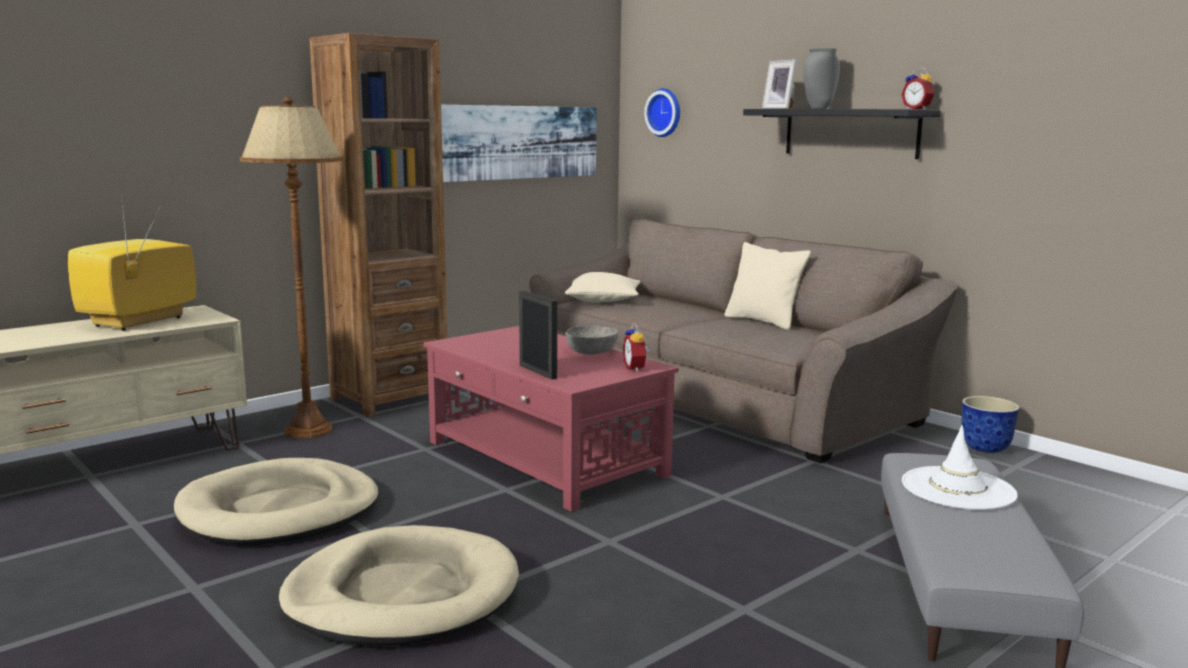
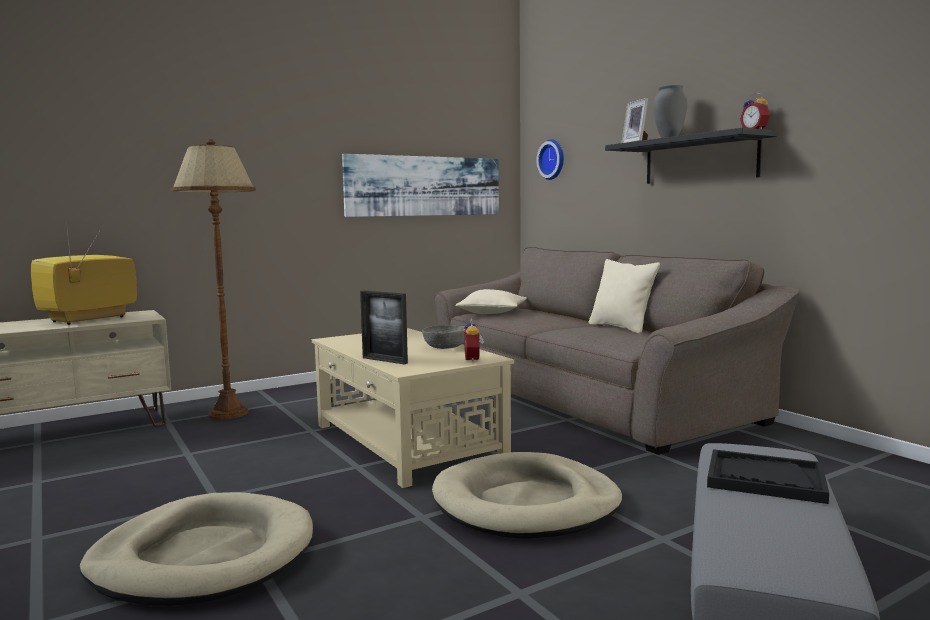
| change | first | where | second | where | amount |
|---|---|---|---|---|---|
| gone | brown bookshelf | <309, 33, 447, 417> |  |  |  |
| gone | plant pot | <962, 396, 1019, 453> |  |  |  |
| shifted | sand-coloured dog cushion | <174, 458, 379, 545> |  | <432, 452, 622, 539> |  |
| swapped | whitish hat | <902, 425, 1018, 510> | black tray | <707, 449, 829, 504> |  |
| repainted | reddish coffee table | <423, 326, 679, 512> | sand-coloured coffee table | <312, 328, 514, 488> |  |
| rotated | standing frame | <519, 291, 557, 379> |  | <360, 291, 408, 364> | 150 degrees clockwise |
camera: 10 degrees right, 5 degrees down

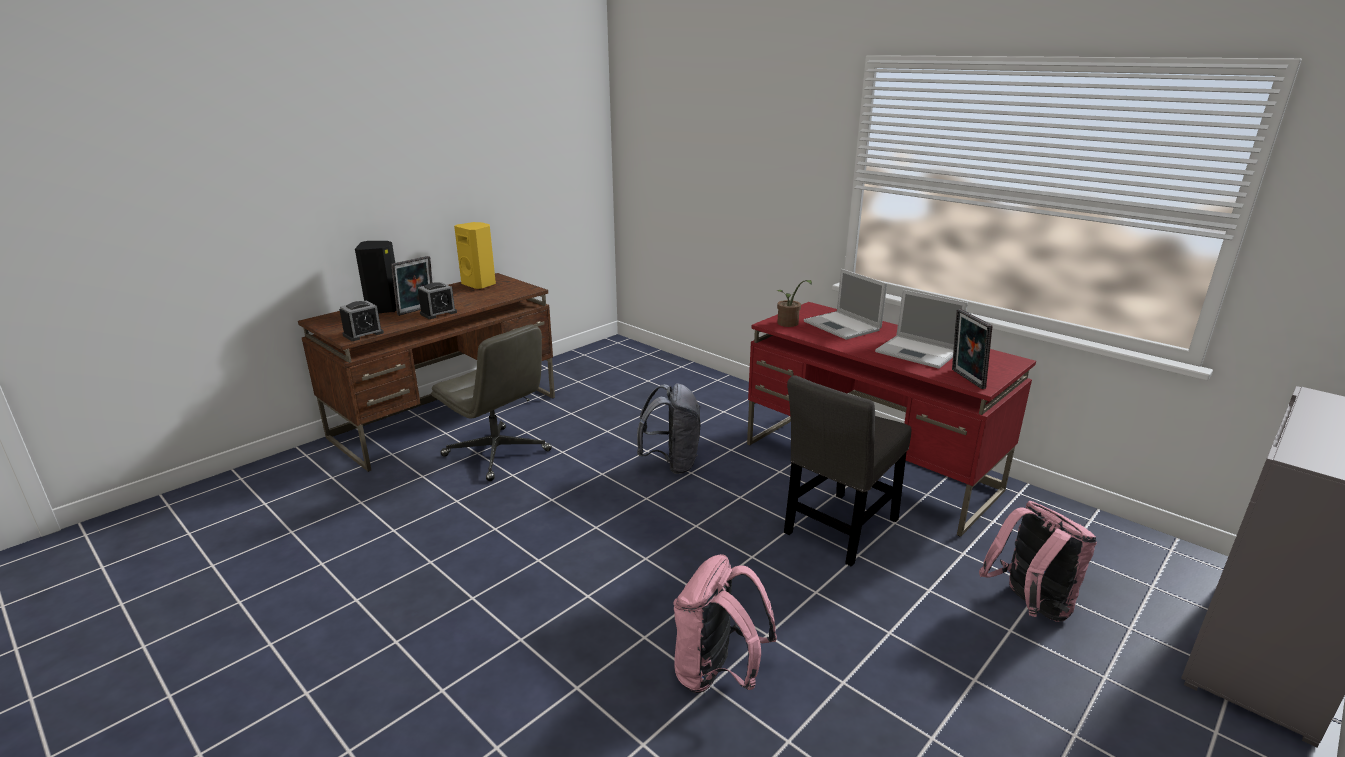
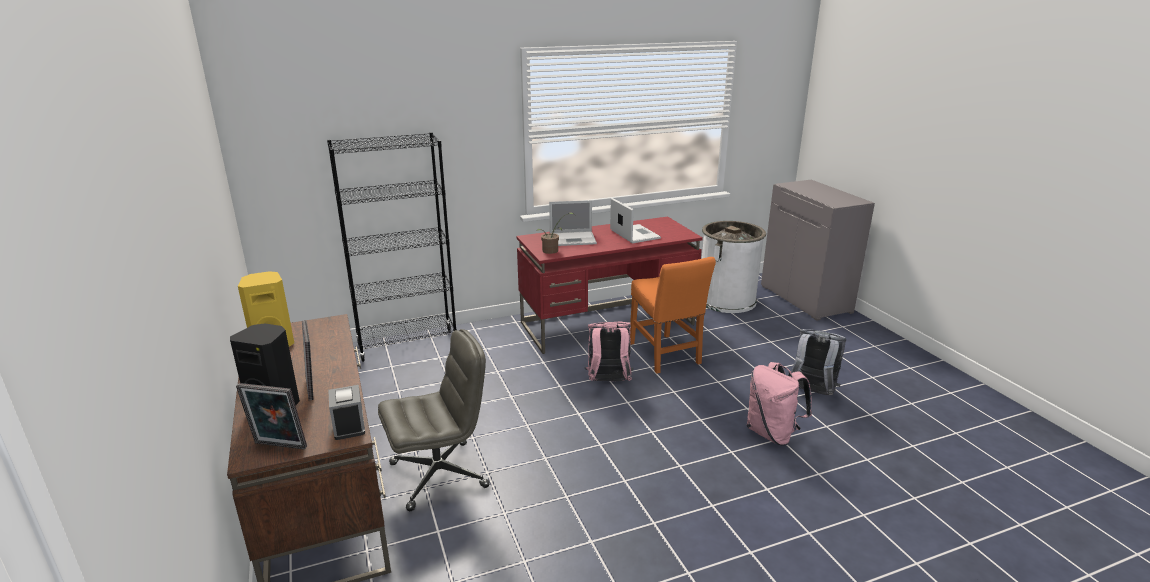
| change | first | where | second | where | amount |
|---|---|---|---|---|---|
| gone | table clock | <418, 282, 457, 319> |  |  |  |
| new |  |  | black bookshelf | <327, 132, 457, 362> |  |
| new |  |  | whitish trash can | <702, 221, 766, 313> |  |
| shifted | grey backpack | <637, 383, 700, 474> |  | <791, 329, 846, 395> |  |
| shifted | standing frame | <952, 309, 992, 389> |  | <236, 383, 307, 450> |  |
| shifted | pink-coloured backpack | <979, 501, 1097, 622> |  | <584, 321, 633, 381> |  |
| repainted | grey chair | <784, 376, 912, 566> | orange chair | <630, 257, 716, 374> |  |
| rotated | laptop | <875, 290, 968, 369> |  | <610, 198, 661, 243> | 90 degrees counterclockwise |
camera: 65 degrees left, 0 degrees up

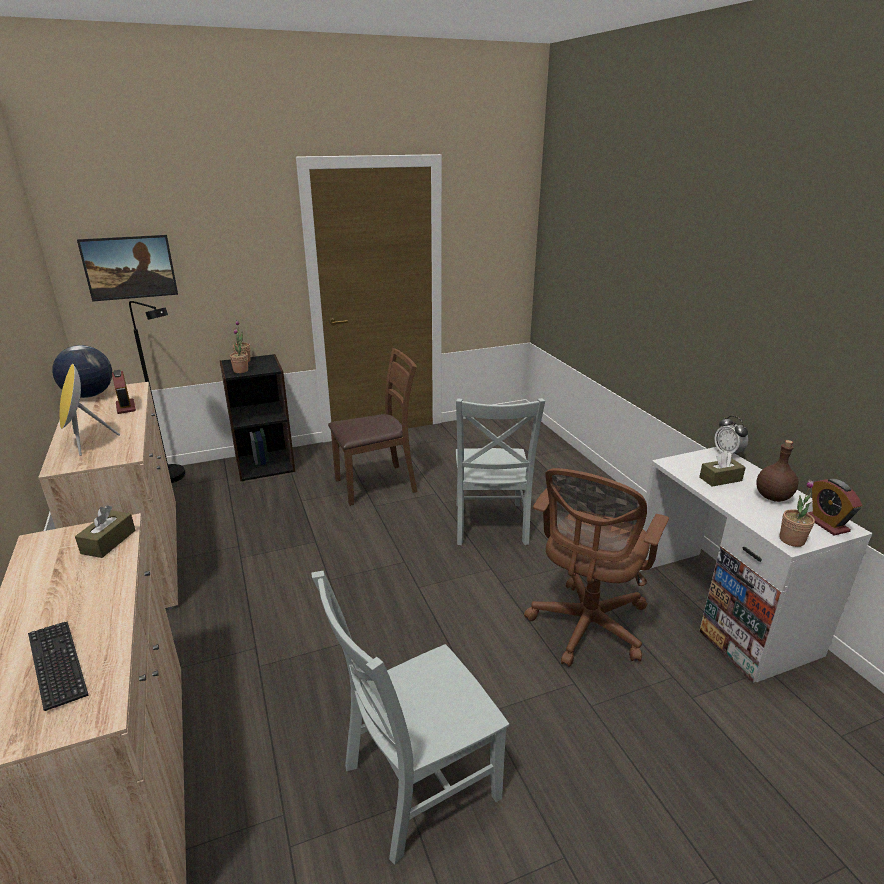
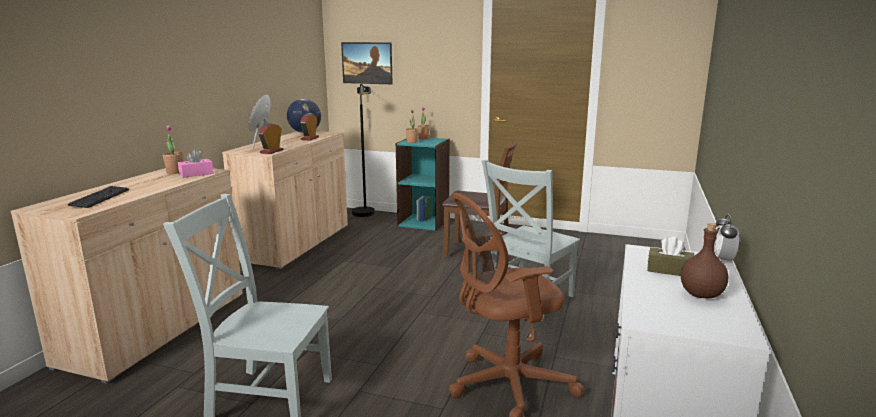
| change | first | where | second | where | amount |
|---|---|---|---|---|---|
| shifted | houseplant | <779, 480, 815, 547> |  | <163, 125, 183, 174> |  |
| shifted | table clock | <808, 479, 862, 536> |  | <258, 123, 284, 154> |  |
| repainted | brown box of tissues | <75, 505, 136, 558> | pink-coloured box of tissues | <178, 150, 214, 178> |  |
| repainted | black bookshelf | <219, 354, 295, 481> | turquoise-coloured bookshelf | <396, 138, 450, 231> |  |
camera: 40 degrees right, 10 degrees down

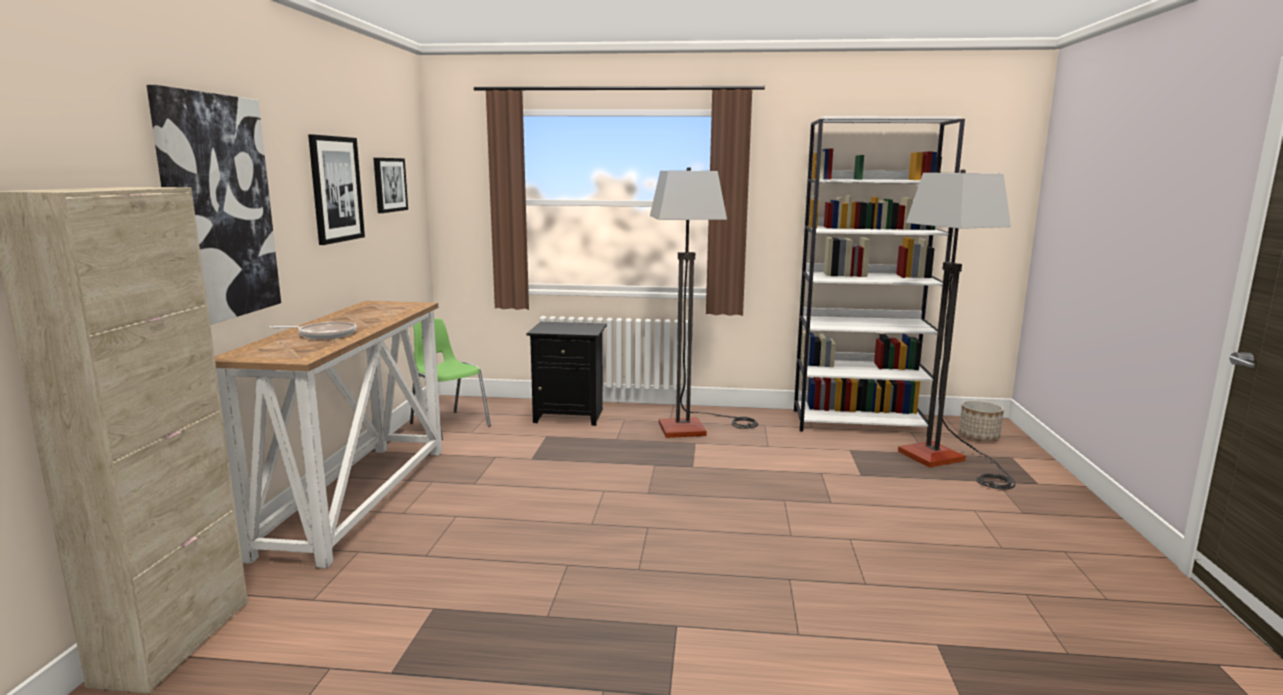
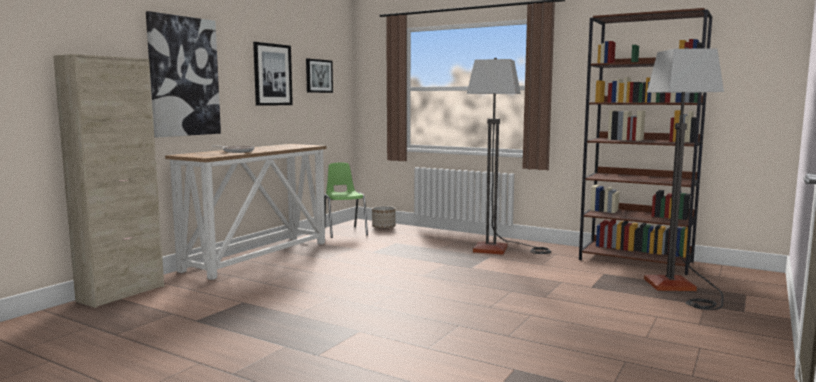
| change | first | where | second | where | amount |
|---|---|---|---|---|---|
| gone | black bedside table | <527, 322, 607, 426> |  |  |  |
| shifted | plant pot | <959, 400, 1004, 441> |  | <372, 206, 396, 229> |  |
| repainted | whitish bookshelf | <794, 116, 965, 432> | brown bookshelf | <579, 8, 712, 275> |  |
camera: 25 degrees right, 5 degrees down

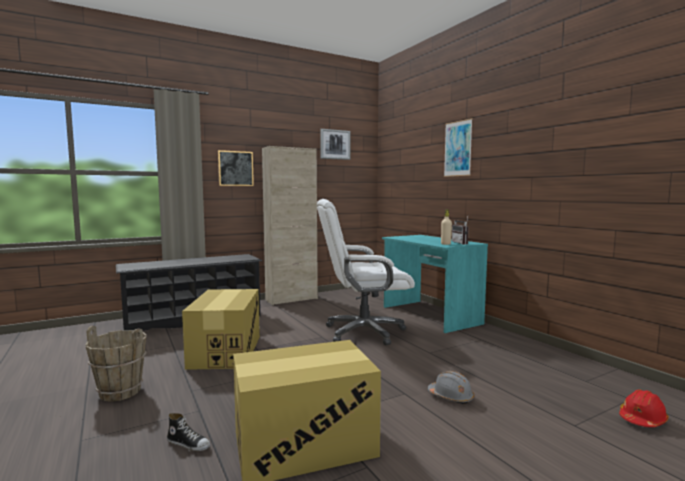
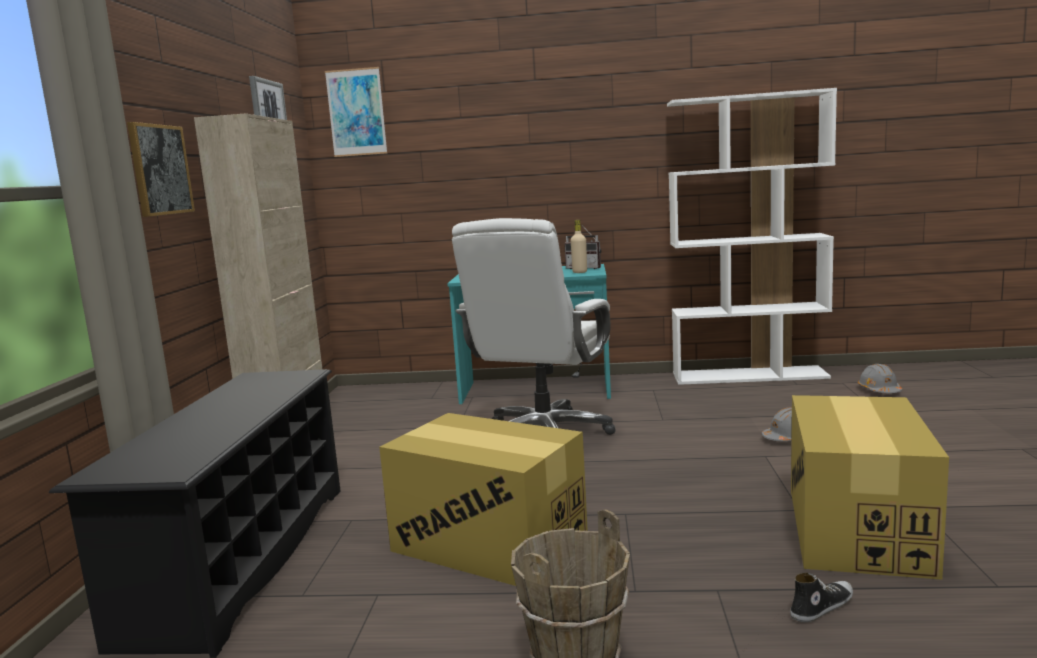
| change | first | where | second | where | amount |
|---|---|---|---|---|---|
| new |  |  | whitish bookshelf | <667, 88, 837, 385> |  |
| shifted | wall picture | <444, 118, 473, 177> |  | <325, 67, 387, 157> |  |
| repainted | reddish work helmet | <619, 389, 669, 427> | grey work helmet | <858, 364, 902, 393> |  |
camera: 55 degrees left, 5 degrees up

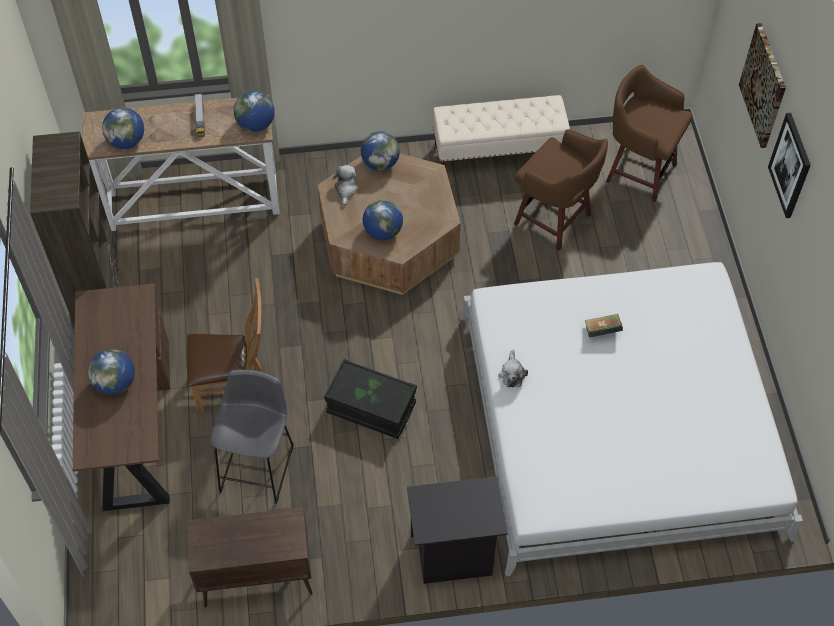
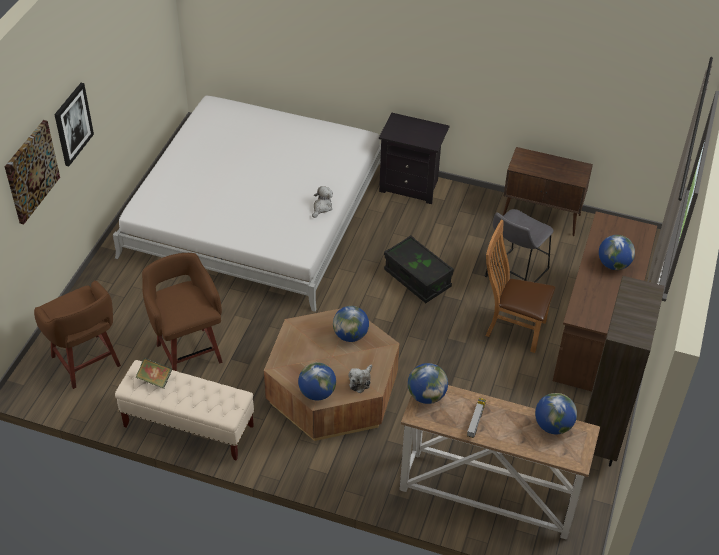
| change | first | where | second | where | amount |
|---|---|---|---|---|---|
| shifted | book | <585, 314, 623, 338> |  | <135, 358, 172, 389> |  |
camera: 155 degrees left, 10 degrees down

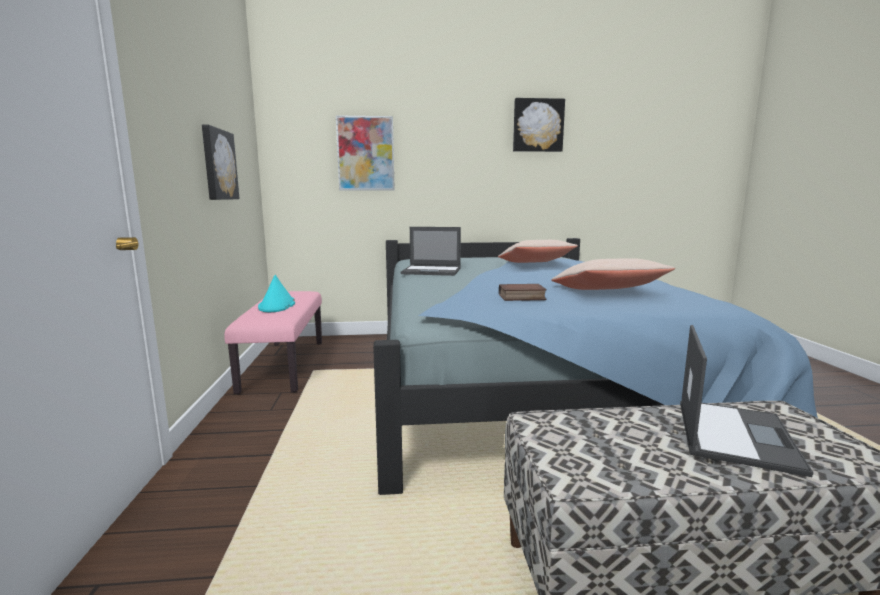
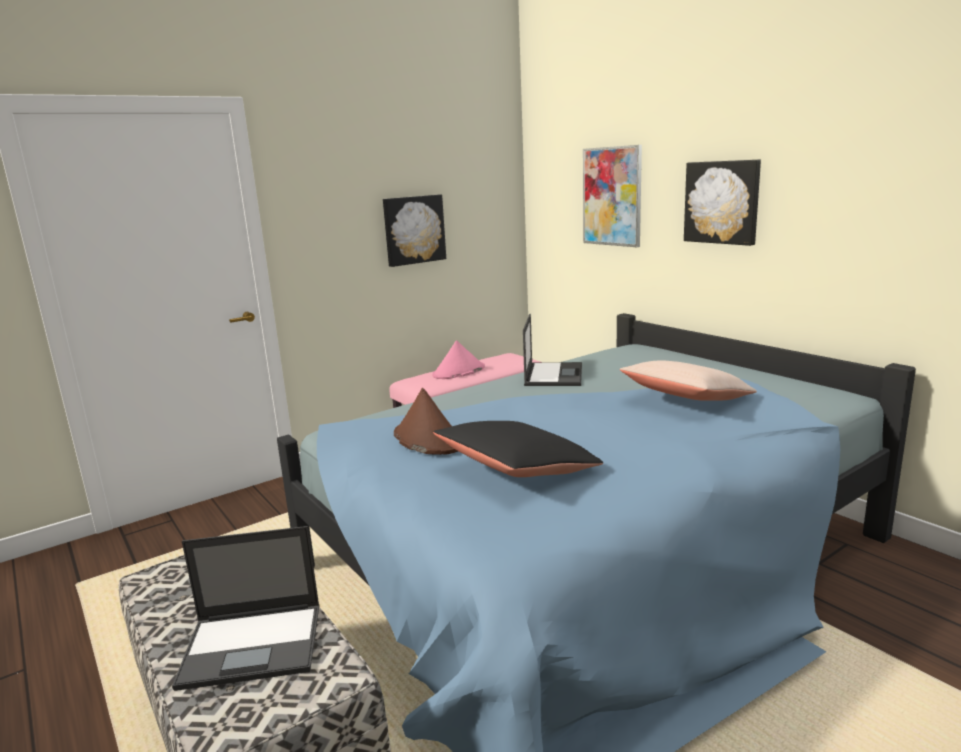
| change | first | where | second | where | amount |
|---|---|---|---|---|---|
| shifted | wall picture | <513, 98, 565, 152> |  | <684, 159, 761, 246> |  |
| swapped | book | <499, 284, 547, 301> | brown hat | <394, 388, 458, 455> |  |
| repainted | turquoise-coloured hat | <258, 275, 295, 312> | pink-coloured hat | <432, 341, 485, 379> |  |
| repainted | sand-coloured throw pillow | <551, 258, 675, 290> | black throw pillow | <433, 421, 603, 477> |  |
| rotated | laptop | <401, 227, 461, 276> |  | <523, 314, 582, 386> | 150 degrees counterclockwise |
camera: 60 degrees right, 5 degrees up

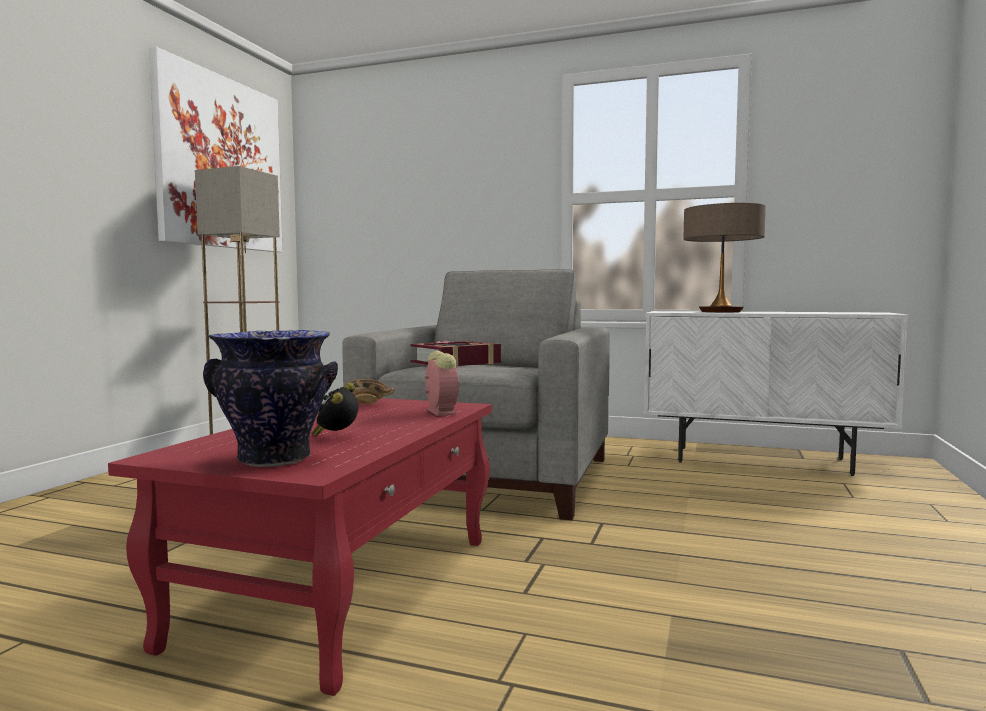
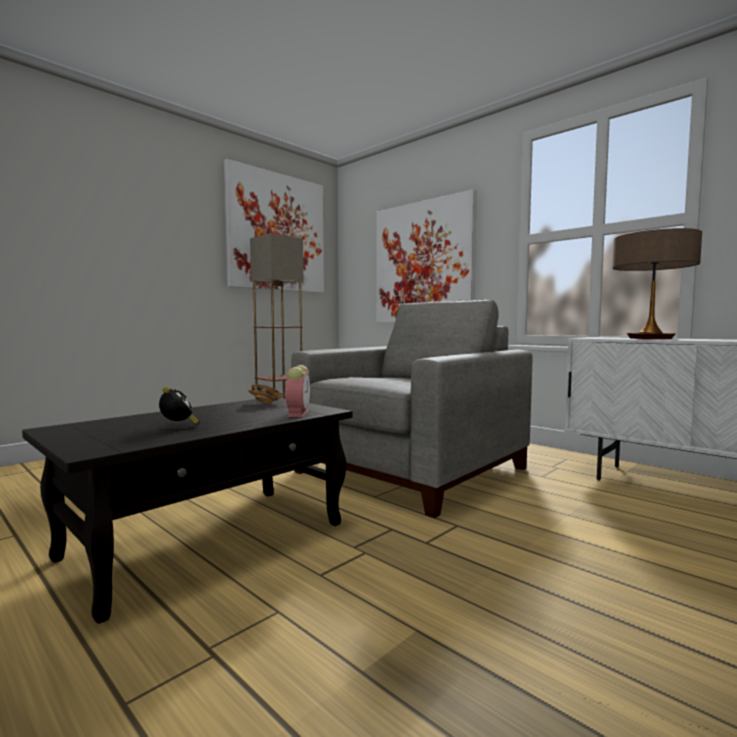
| change | first | where | second | where | amount |
|---|---|---|---|---|---|
| gone | decorative vase | <203, 330, 338, 467> |  |  |  |
| gone | book | <411, 340, 501, 367> |  |  |  |
| new |  |  | wall picture | <376, 189, 477, 323> |  |
| repainted | reddish coffee table | <108, 398, 492, 696> | black coffee table | <22, 398, 352, 624> |  |
| rotated | table clock | <312, 383, 358, 436> |  | <159, 386, 200, 425> | 120 degrees clockwise |
camera: 25 degrees right, 0 degrees up

